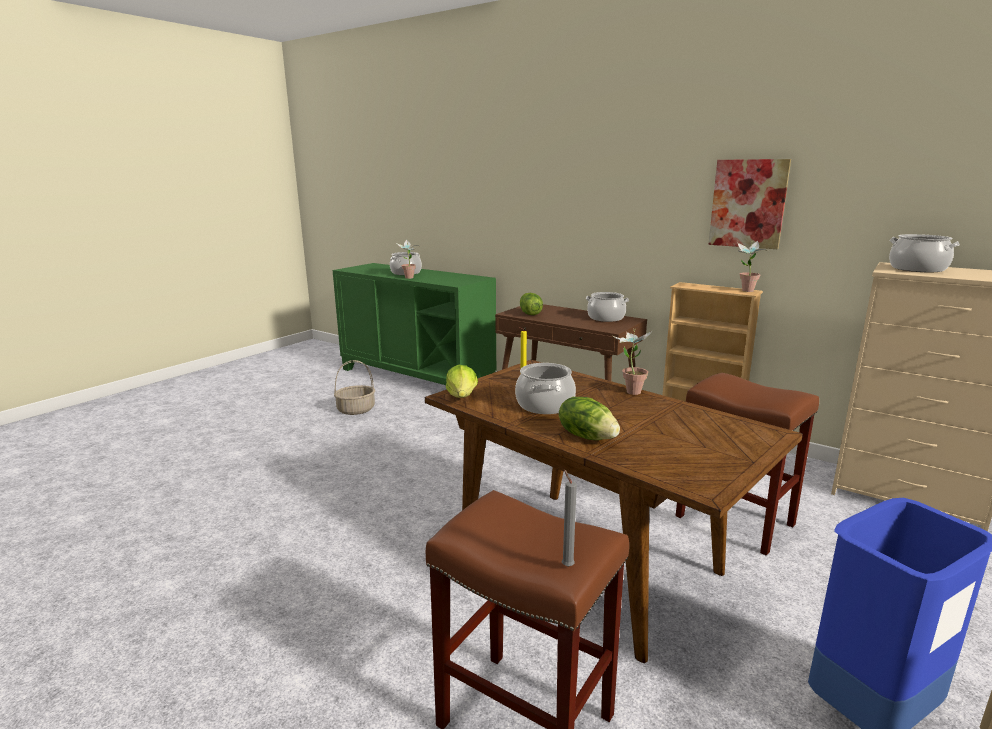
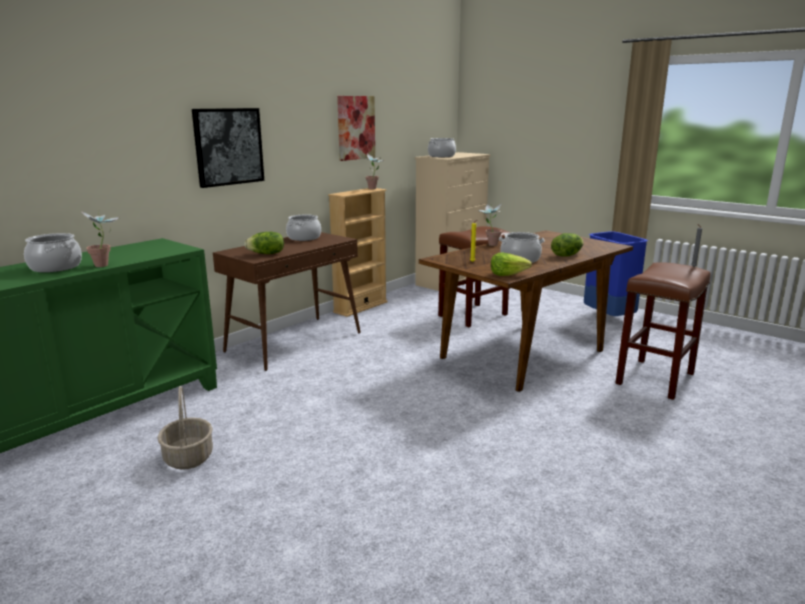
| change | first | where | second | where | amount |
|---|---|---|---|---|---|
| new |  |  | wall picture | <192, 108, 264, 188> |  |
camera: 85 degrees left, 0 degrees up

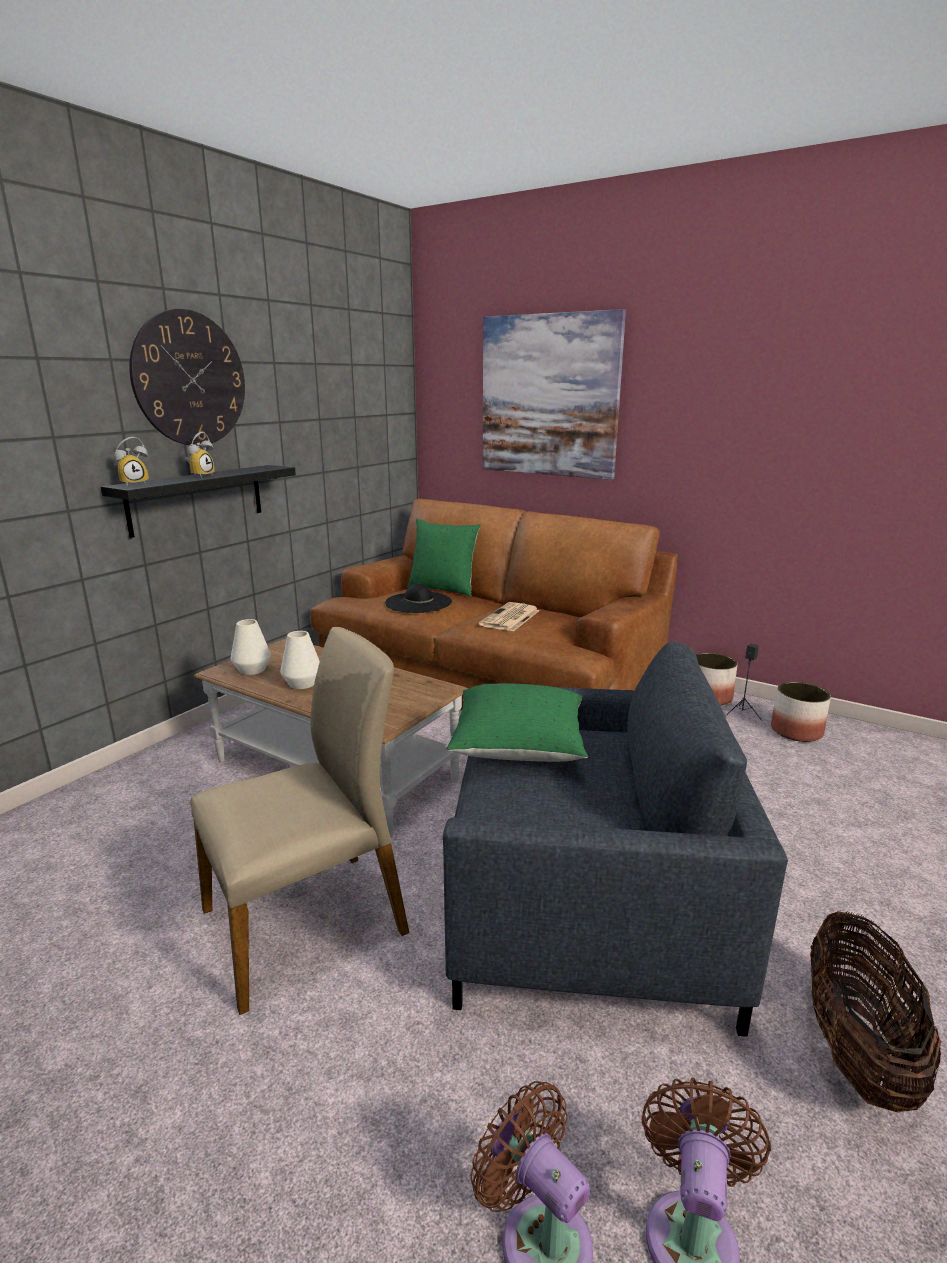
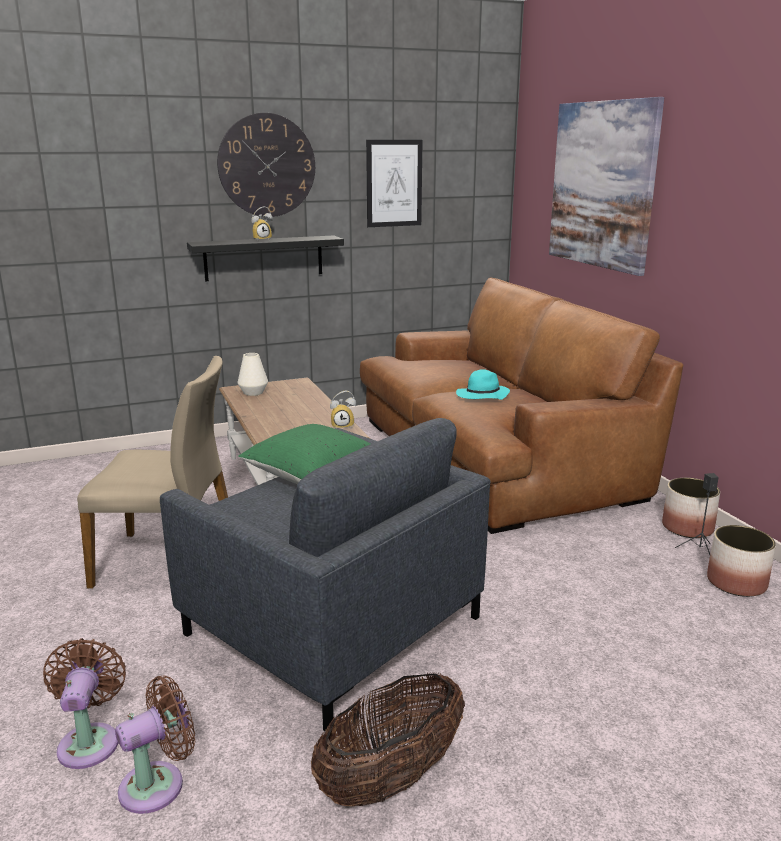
| change | first | where | second | where | amount |
|---|---|---|---|---|---|
| gone | whitish decorative vase | <280, 631, 320, 689> |  |  |  |
| gone | black hat | <385, 583, 452, 613> |  |  |  |
| gone | green-coloured throw pillow | <407, 519, 481, 596> |  |  |  |
| new |  |  | wall picture | <366, 140, 422, 227> |  |
| shifted | table clock | <114, 437, 149, 486> |  | <330, 391, 356, 428> |  |
| swapped | newspaper | <479, 602, 540, 632> | turquoise-coloured hat | <456, 369, 510, 400> |  |
camera: 35 degrees right, 0 degrees up

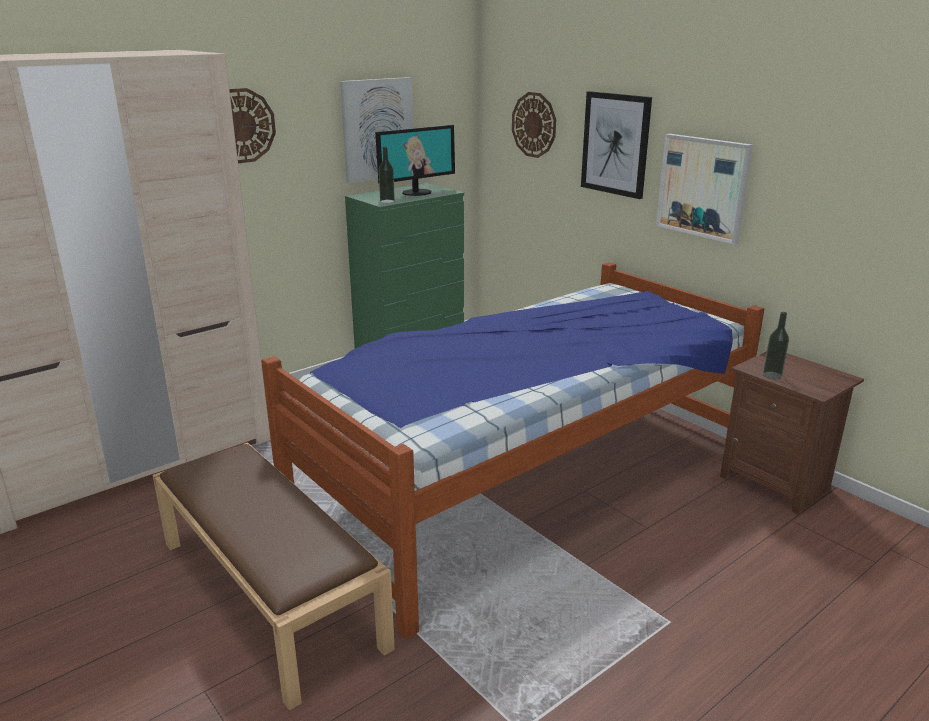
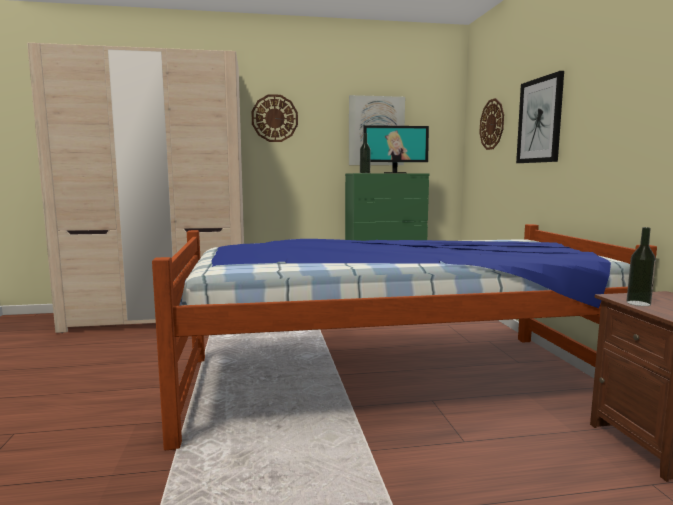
| change | first | where | second | where | amount |
|---|---|---|---|---|---|
| gone | brown bench | <153, 442, 395, 711> |  |  |  |
| gone | wall picture | <656, 134, 753, 244> |  |  |  |
camera: 30 degrees right, 15 degrees down

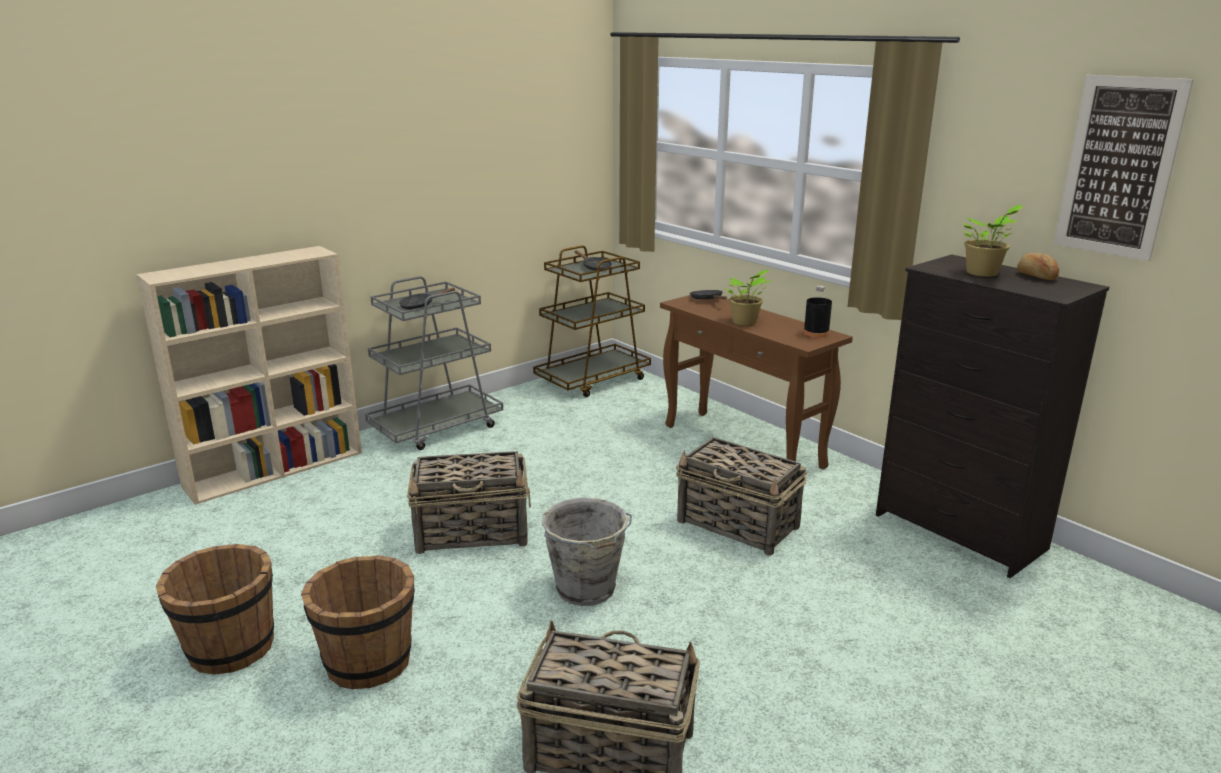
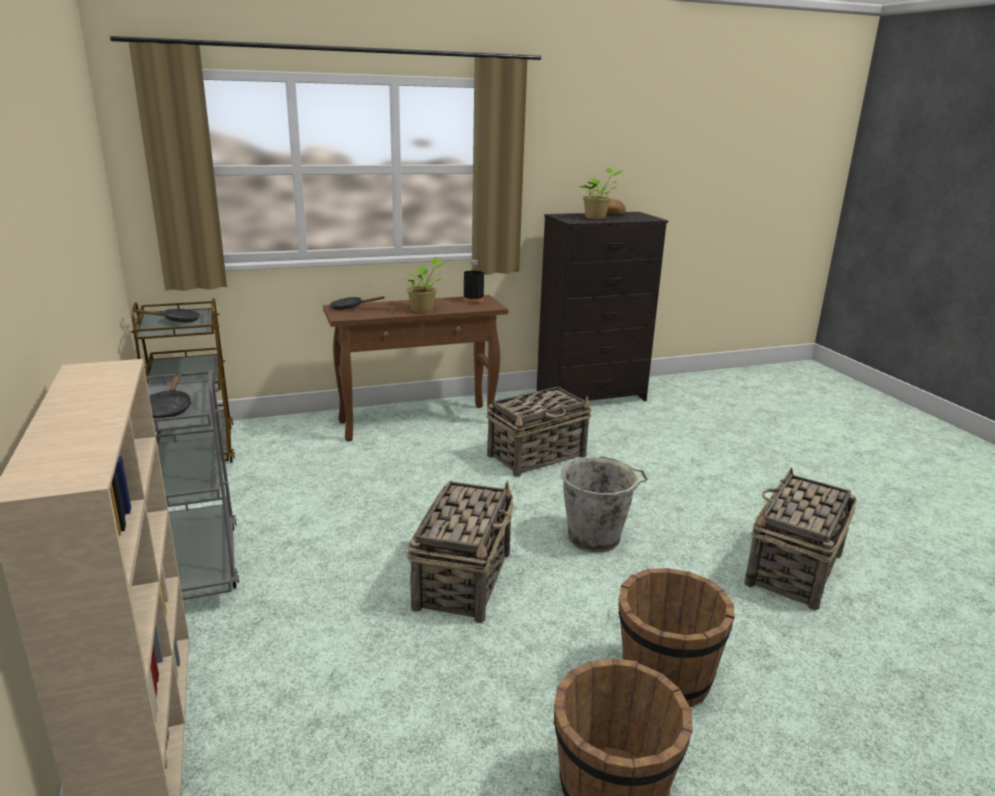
| change | first | where | second | where | amount |
|---|---|---|---|---|---|
| gone | wall picture | <1054, 75, 1194, 261> |  |  |  |
camera: 70 degrees left, 0 degrees up

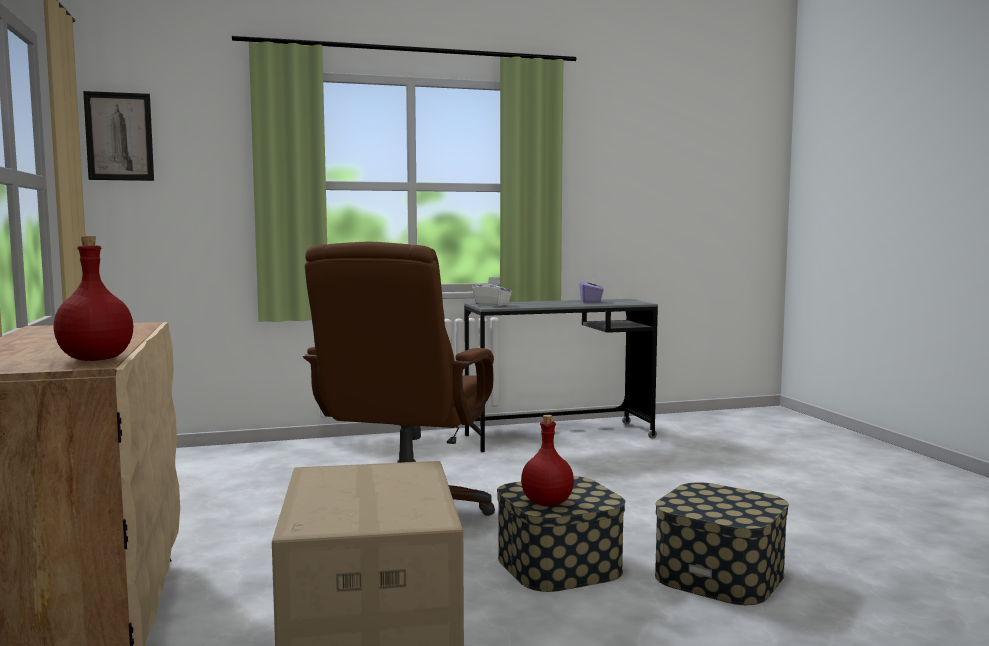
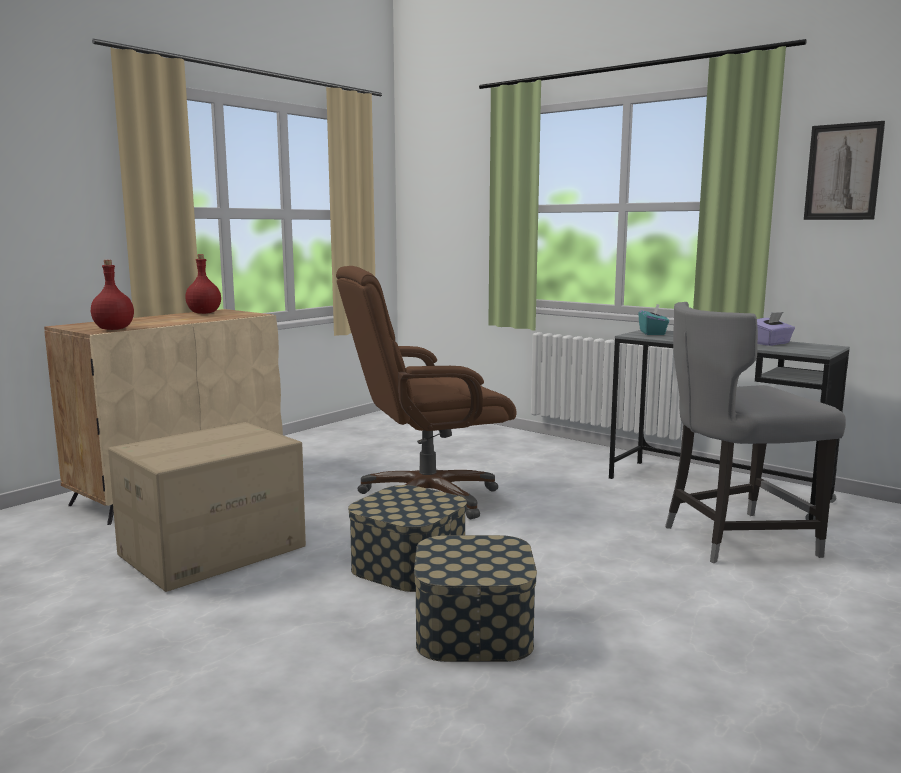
| change | first | where | second | where | amount |
|---|---|---|---|---|---|
| new |  |  | grey chair | <665, 302, 846, 563> |  |
| shifted | wall picture | <83, 91, 154, 181> |  | <804, 121, 885, 220> |  |
| shifted | reddish bottle | <521, 415, 574, 506> |  | <185, 254, 221, 314> |  |
| repainted | whitish box of tissues | <472, 277, 512, 306> | turquoise-coloured box of tissues | <638, 304, 669, 335> |  |
camera: 55 degrees right, 5 degrees up

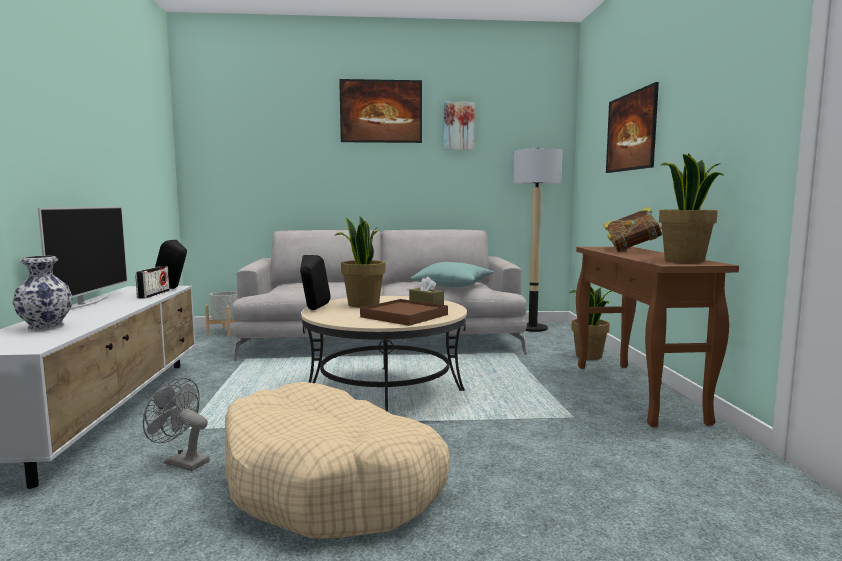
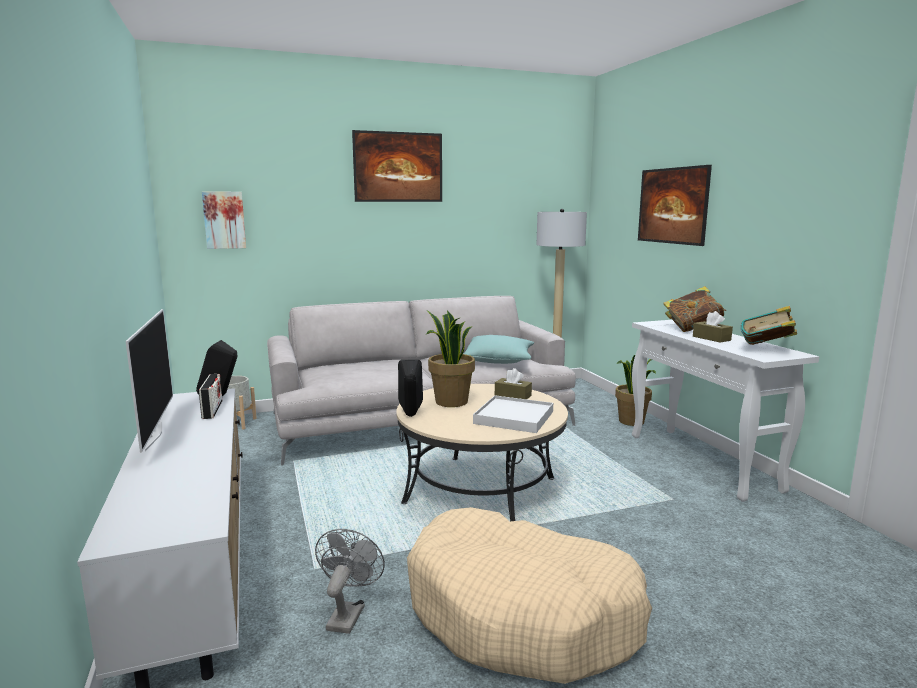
| change | first | where | second | where | amount |
|---|---|---|---|---|---|
| gone | decorative vase | <13, 256, 73, 331> |  |  |  |
| new |  |  | brown box of tissues | <693, 311, 733, 343> |  |
| shifted | wall picture | <443, 102, 475, 150> |  | <202, 191, 246, 249> |  |
| swapped | houseplant | <659, 154, 724, 263> | book | <740, 306, 797, 345> |  |
| repainted | brown tray | <360, 299, 448, 326> | whitish tray | <473, 395, 553, 433> |  |
| repainted | brown console table | <576, 247, 739, 427> | whitish console table | <632, 320, 819, 502> |  |
| rotated | grey electric fan | <143, 378, 210, 471> |  | <315, 529, 385, 634> | 90 degrees clockwise |
camera: 15 degrees left, 5 degrees up

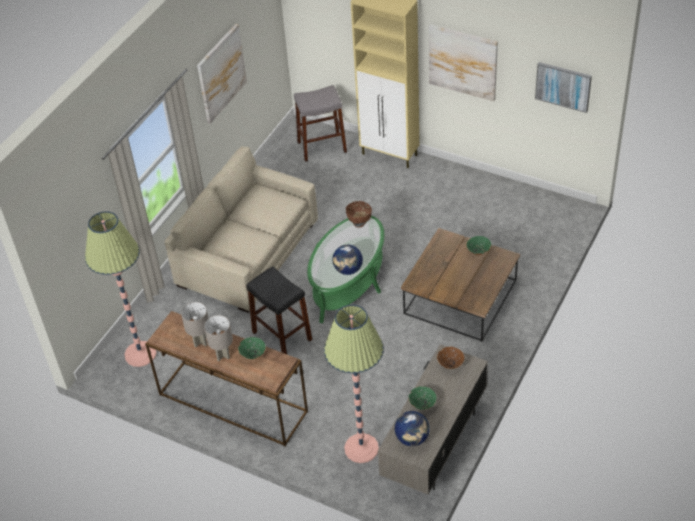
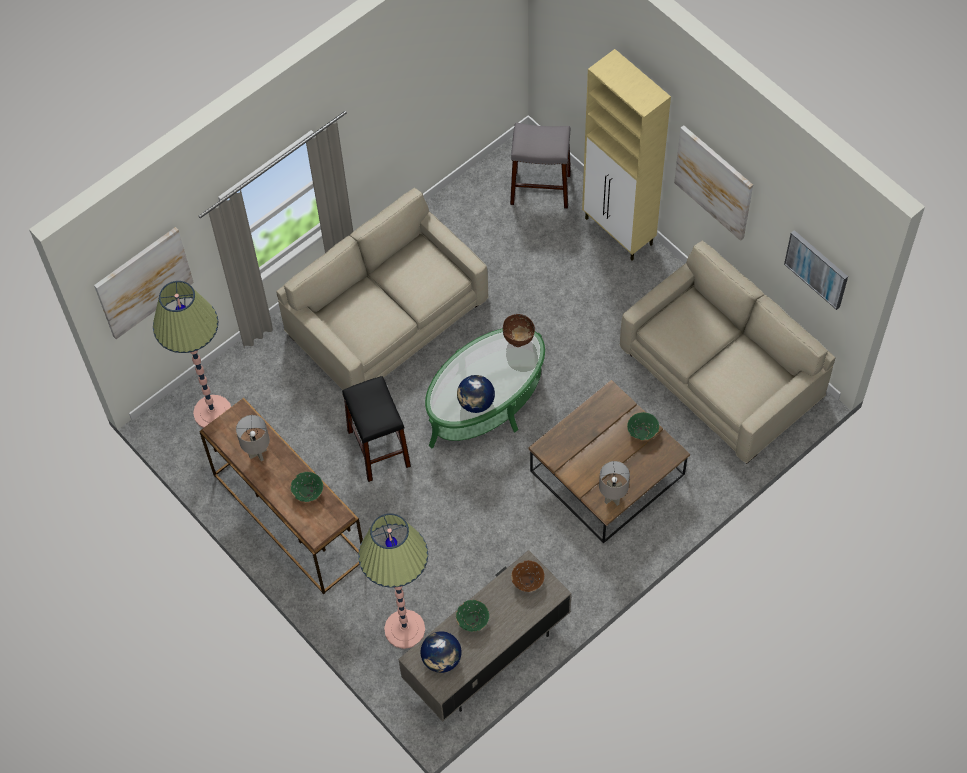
| change | first | where | second | where | amount |
|---|---|---|---|---|---|
| new |  |  | sand-coloured couch | <620, 241, 835, 463> |  |
| shifted | wall picture | <197, 24, 247, 124> |  | <94, 227, 194, 339> |  |
| shifted | grey lamp for a table | <204, 315, 233, 361> |  | <599, 461, 630, 506> |  |
camera: 20 degrees right, 15 degrees up

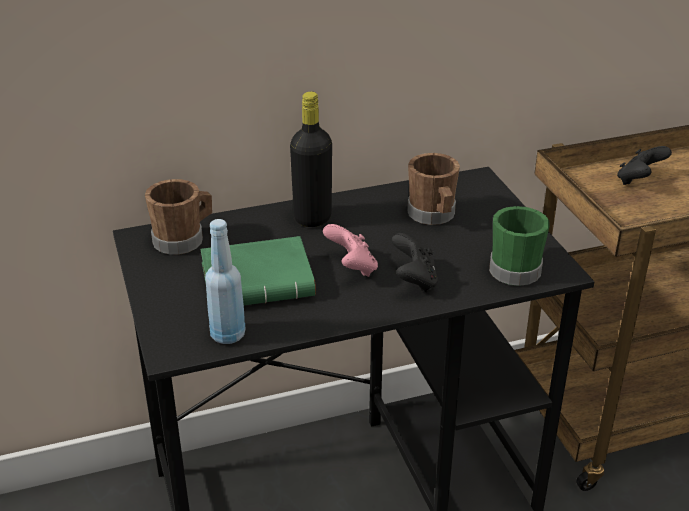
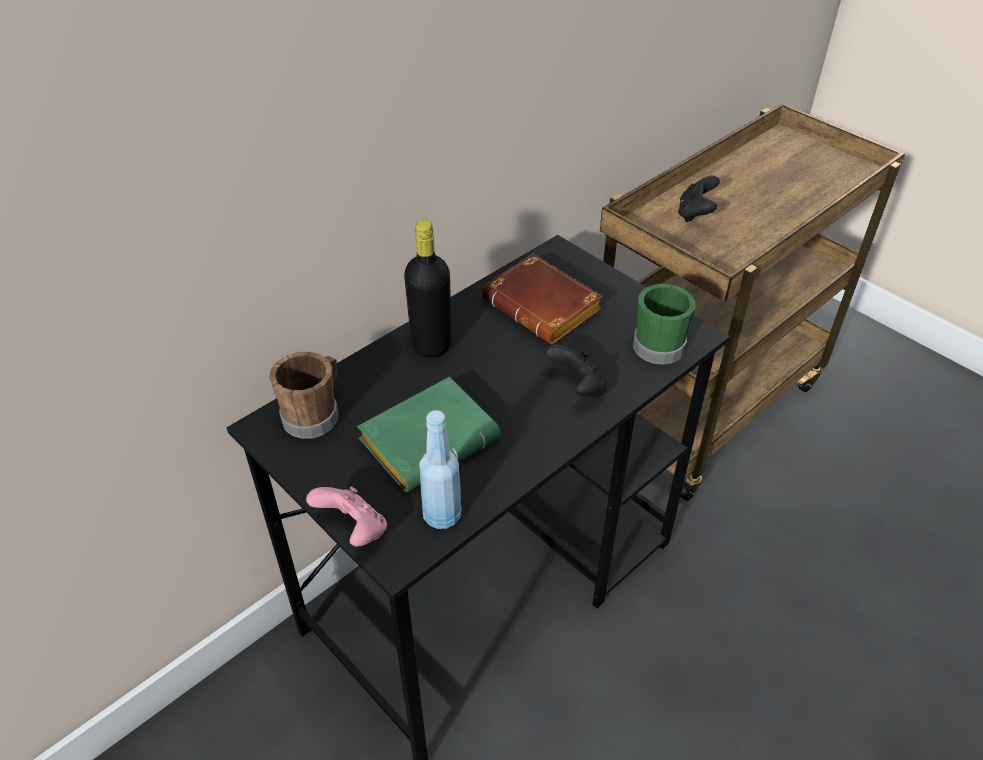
| change | first | where | second | where | amount |
|---|---|---|---|---|---|
| shifted | pink-coloured gamepad | <323, 224, 378, 277> |  | <306, 487, 387, 546> |  |
| swapped | brown tea mug | <407, 153, 460, 225> | brown book | <482, 254, 603, 345> |  |
camera: 25 degrees left, 10 degrees up

